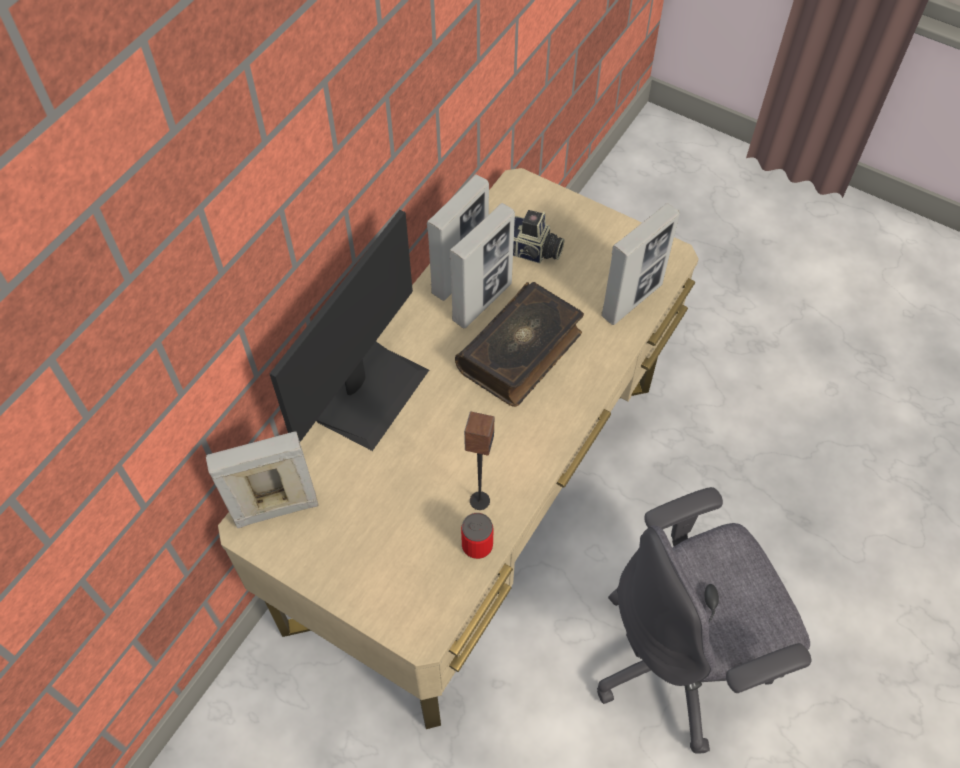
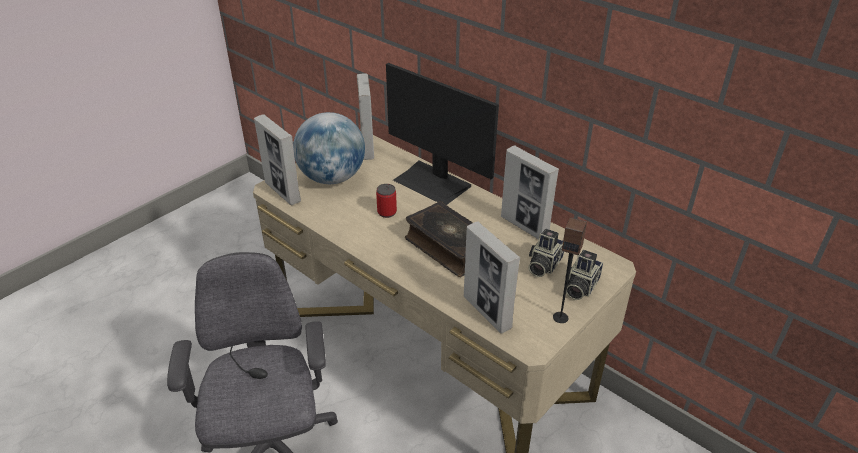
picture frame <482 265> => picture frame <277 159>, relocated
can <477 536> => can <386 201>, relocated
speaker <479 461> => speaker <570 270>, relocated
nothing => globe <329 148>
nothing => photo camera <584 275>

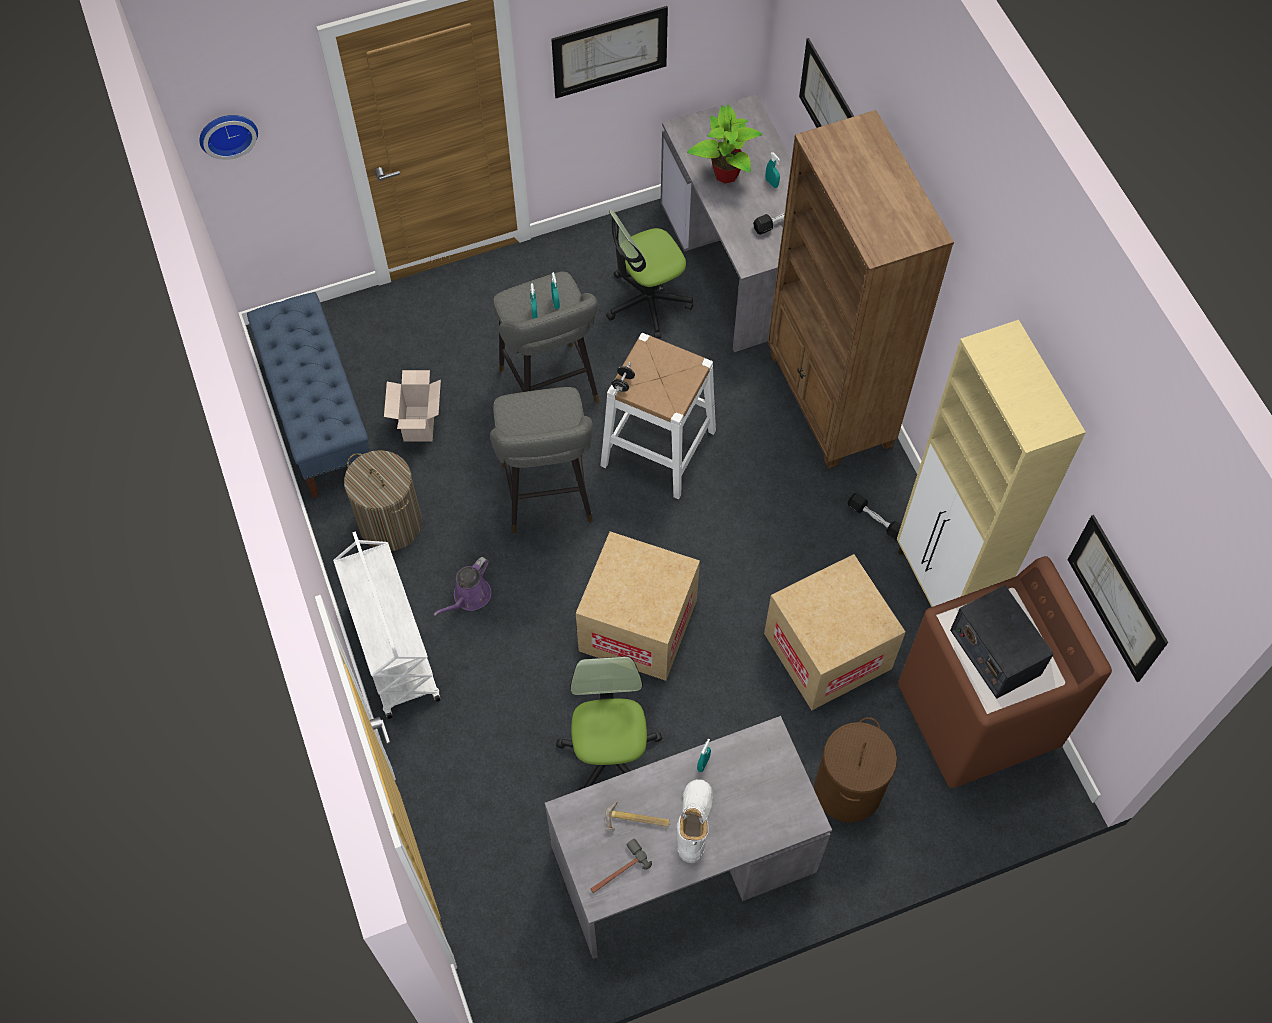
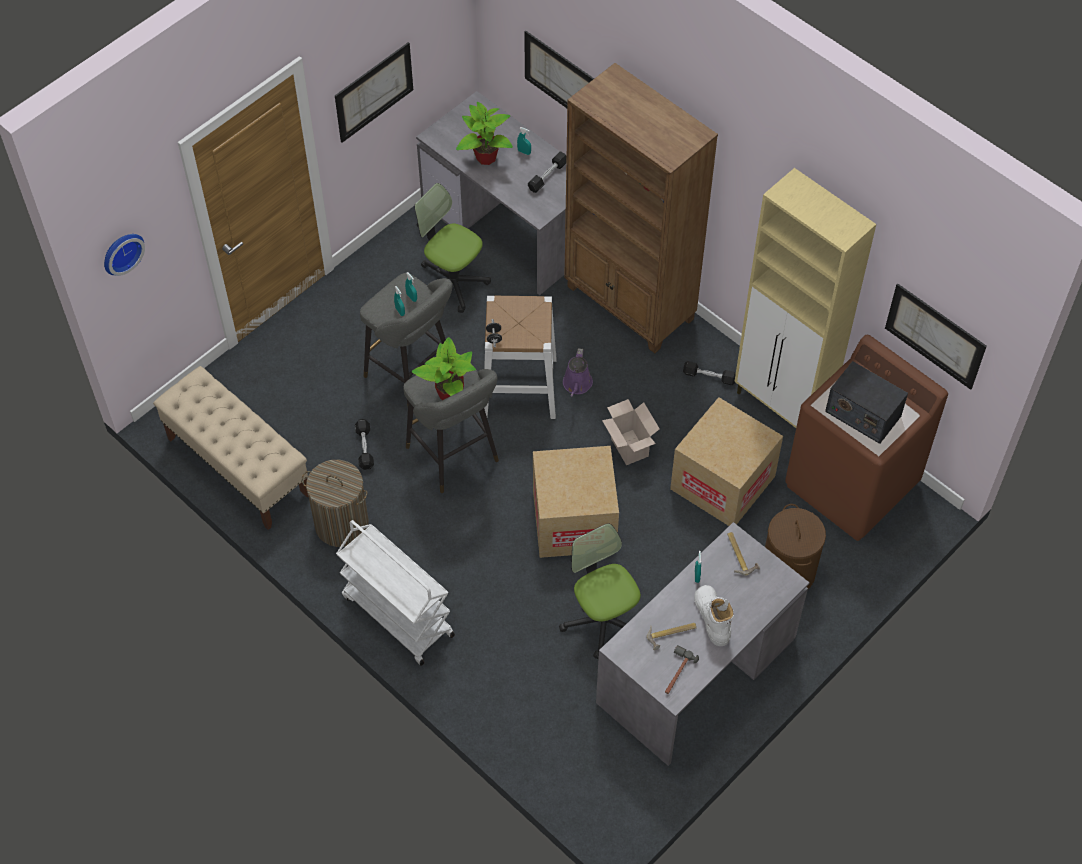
blue bench <308 395> => beige bench <230 448>
cardboard box <412 406> => cardboard box <631 432>, relocated
purple watering can <462 586> => purple watering can <578 372>, relocated
office chair <649 274> => office chair <453 248>, 90 degrees clockwise
nothing => black dumbbell <364 444>
nothing => potted plant <444 368>
nothing => hammer <743 554>

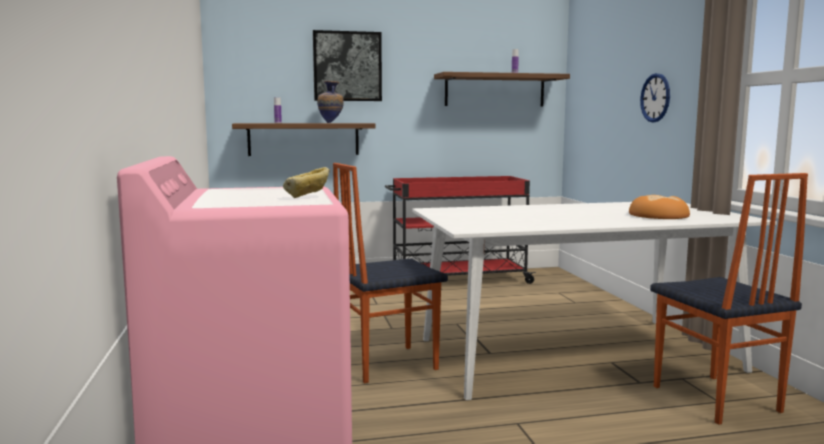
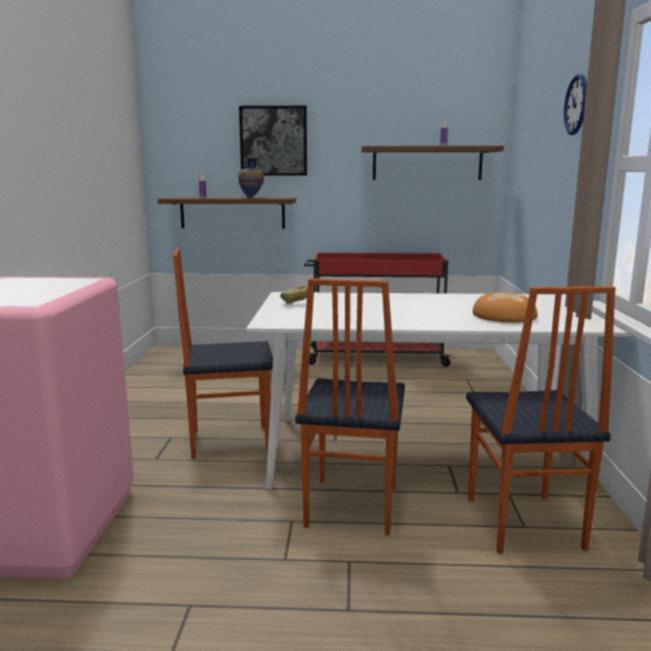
bread <306 182> => bread <294 294>, relocated
wall clock <655 97> => wall clock <575 104>, relocated
nothing => chair <350 407>

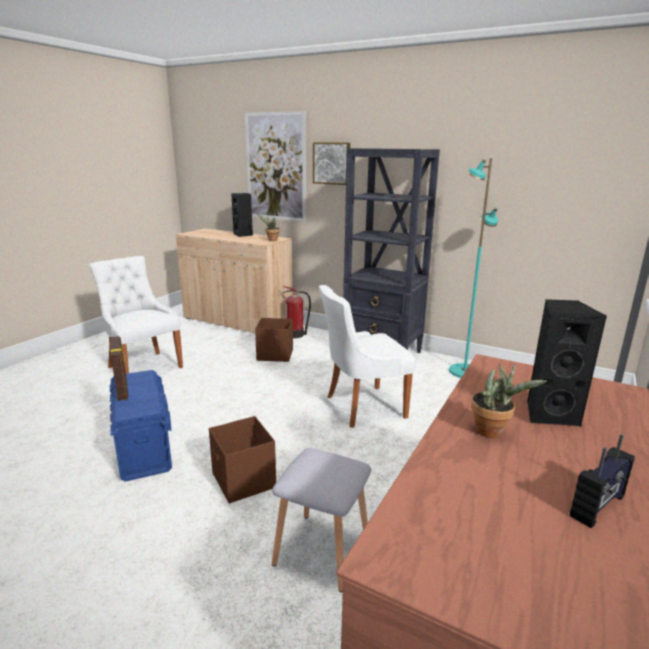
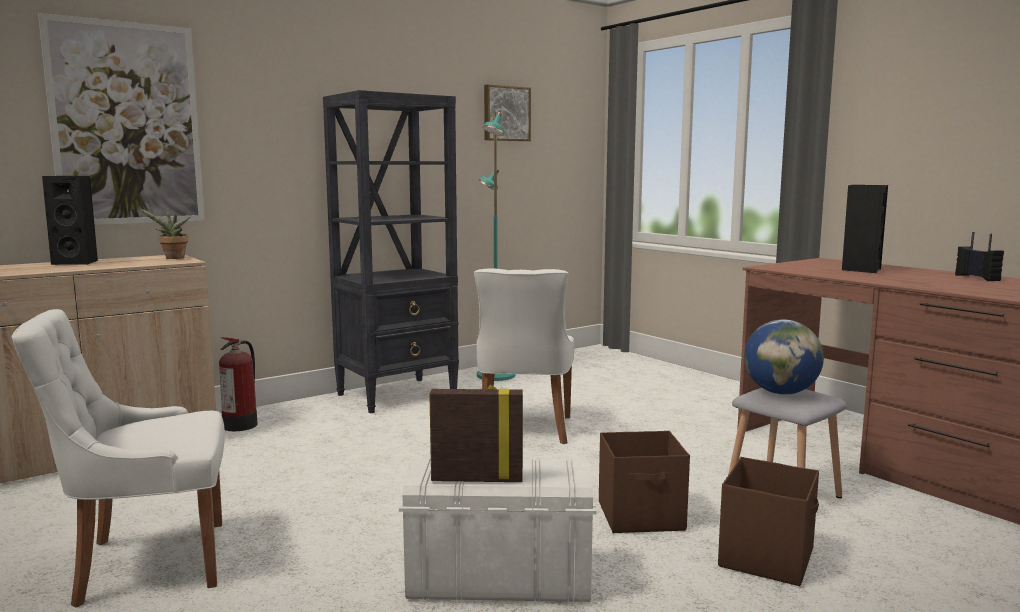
blue storage box <141 426> => white storage box <498 530>
brown storage box <274 340> => brown storage box <768 521>, relocated
picture <331 163> => picture <507 112>, relocated
potted plant <509 401> => nothing
nothing => globe <784 356>

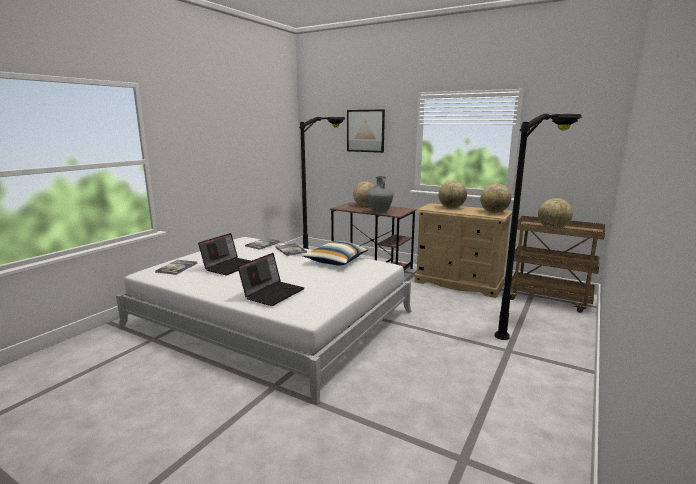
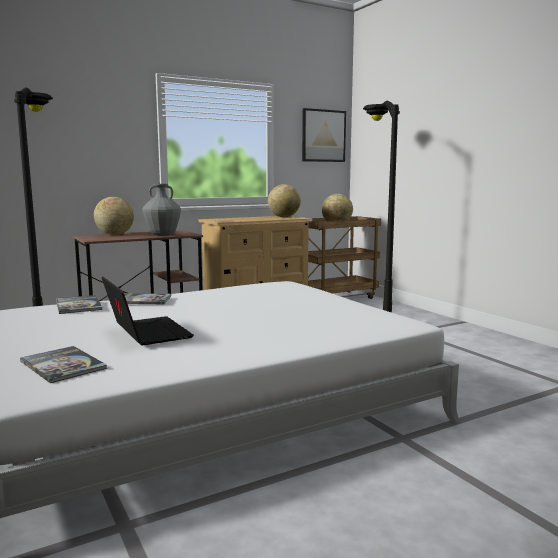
laptop <271 279> => nothing
pillow <335 253> => nothing
picture <366 131> => picture <324 135>, relocated
globe <452 194> => nothing

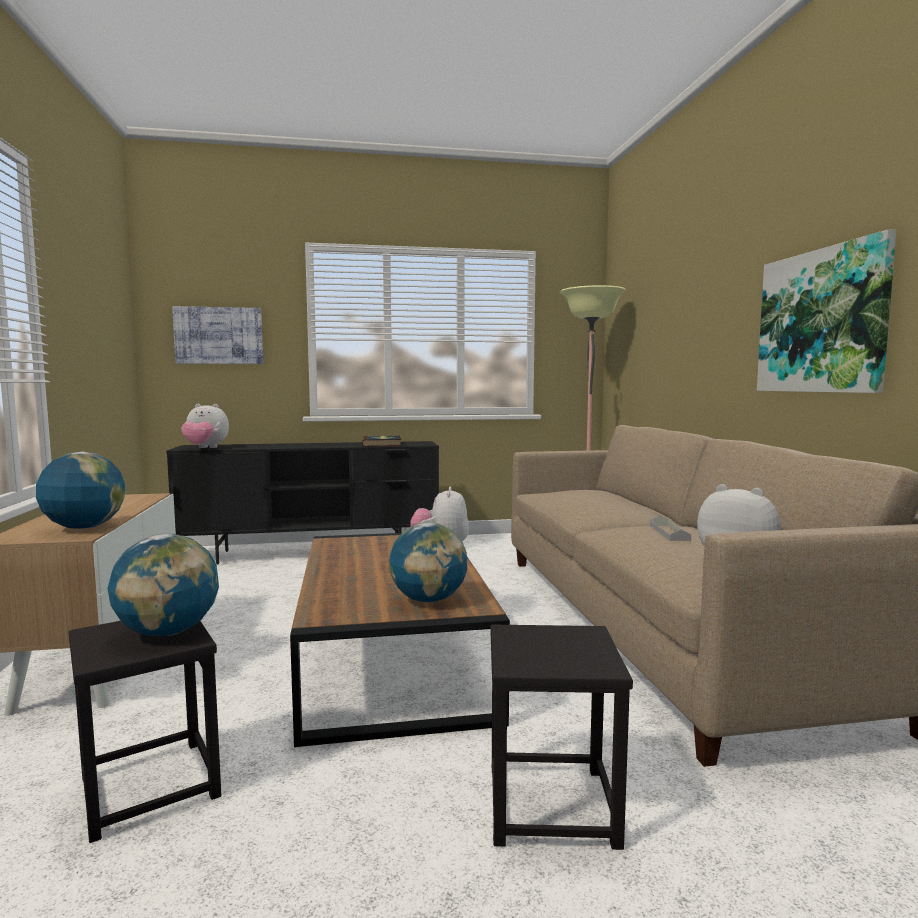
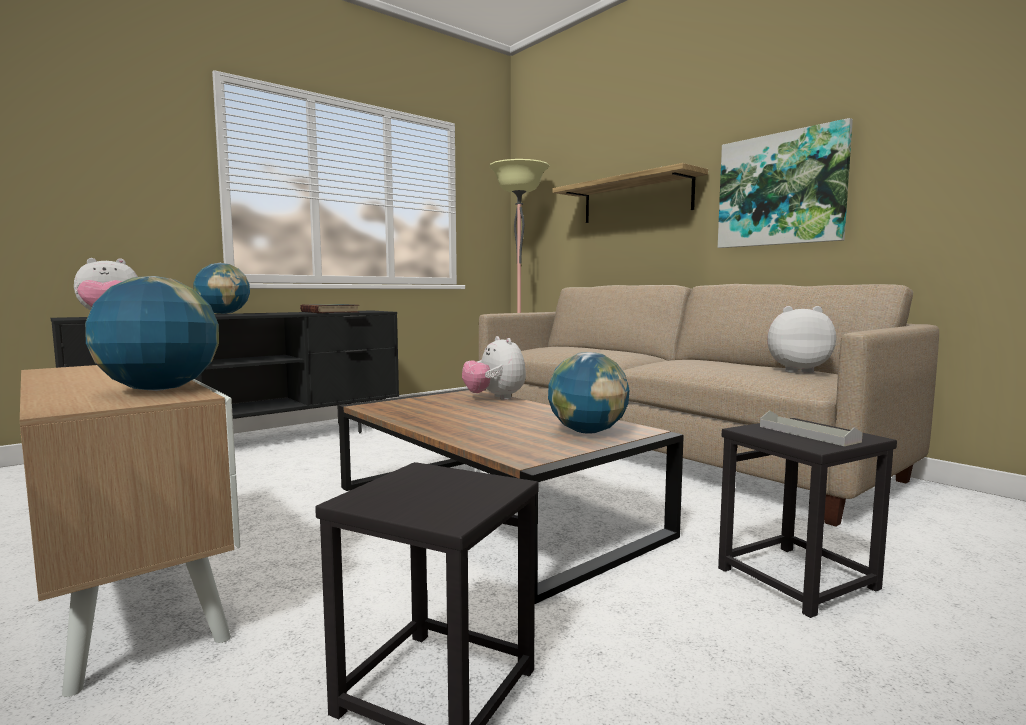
globe <163 584> => globe <221 288>, relocated
picture <217 335> => nothing
grey tray <670 528> => grey tray <811 428>, relocated
nothing => shelf <630 193>

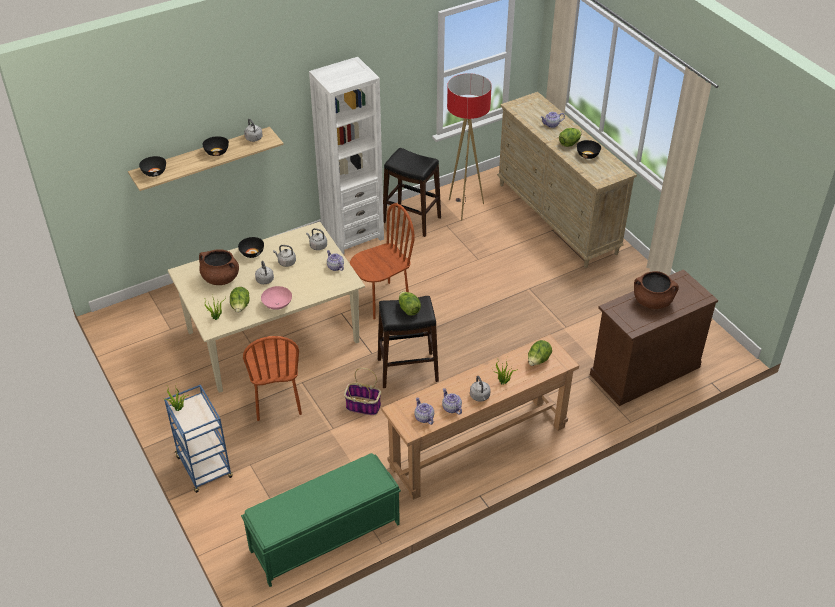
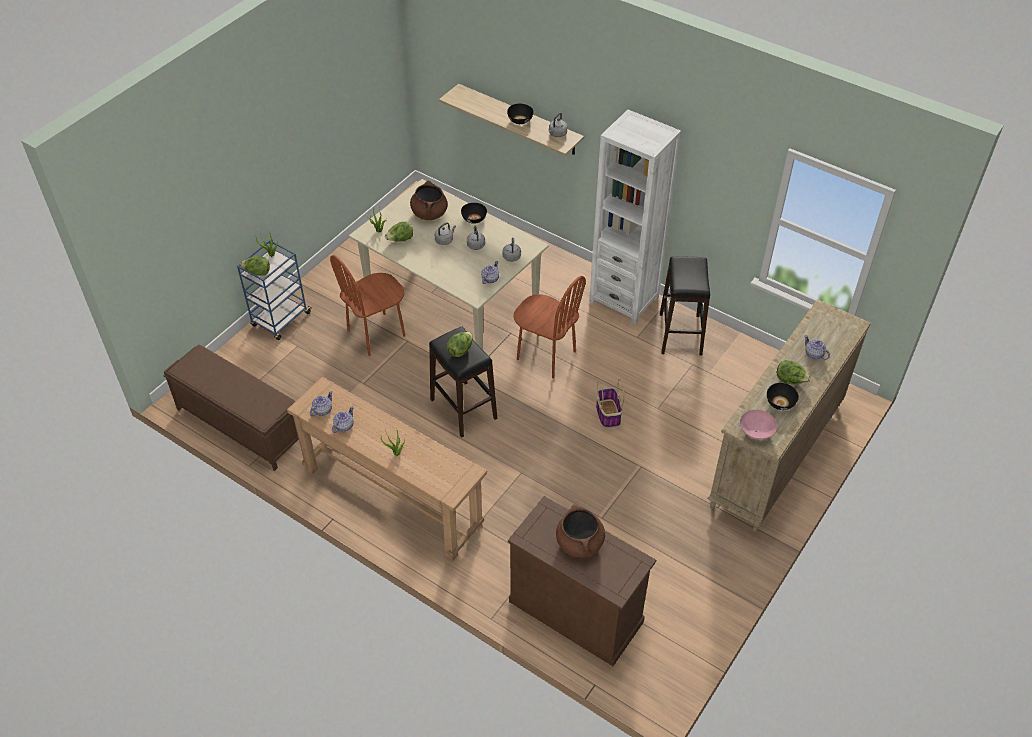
black bowl <152 166> => nothing
green bench <321 520> => brown bench <231 408>
pink bowl <276 298> => pink bowl <758 425>, relocated
basket <362 392> => basket <610 403>, relocated
floor lamp <469 147> => nothing
grey kettle <480 389> => nothing
lettuce <540 353> => lettuce <255 266>, relocated

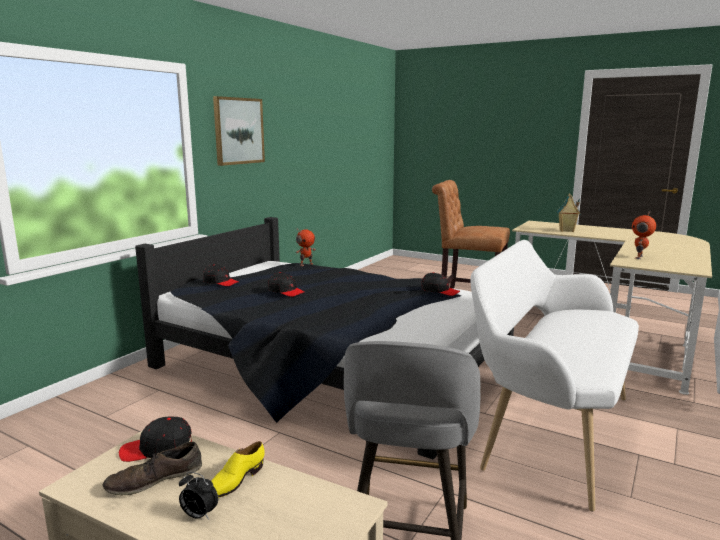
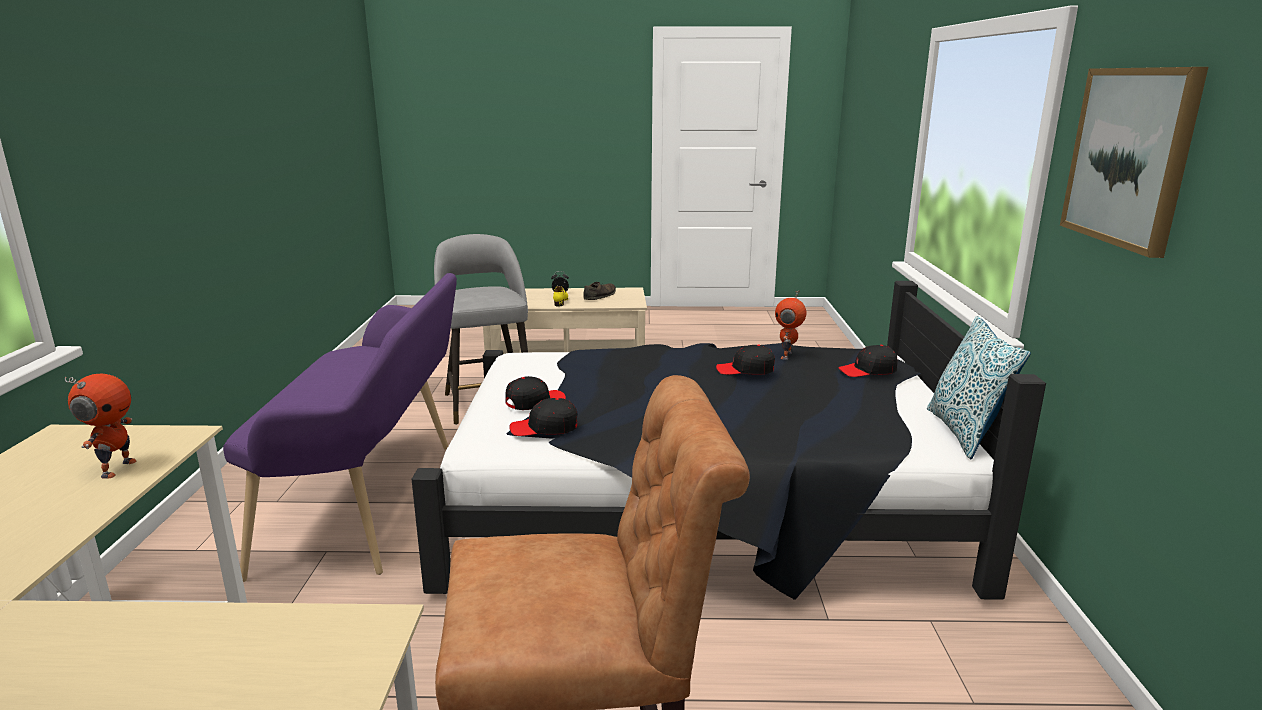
black cap <155 439> => black cap <536 393>, relocated
toy robot <306 247> => toy robot <790 325>, relocated
white bench <554 376> => purple bench <340 427>
toy house <568 212> => nothing
nothing => pillow <979 387>

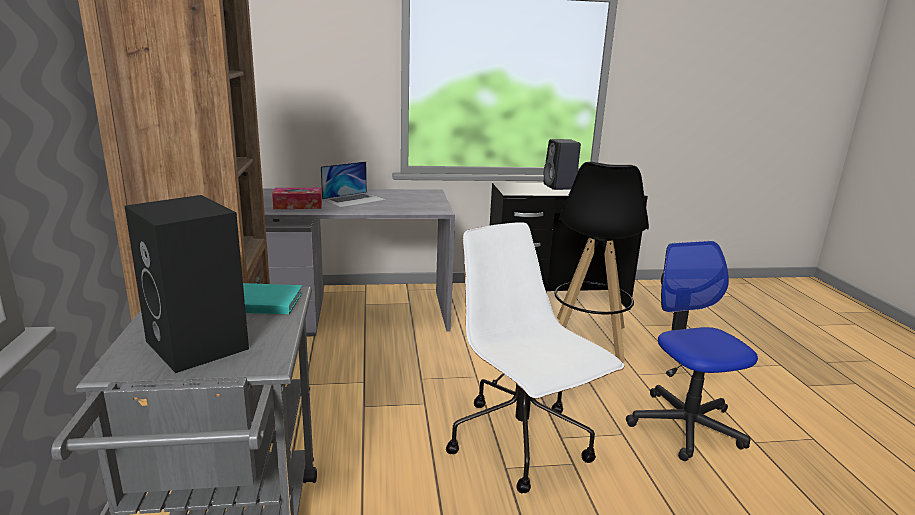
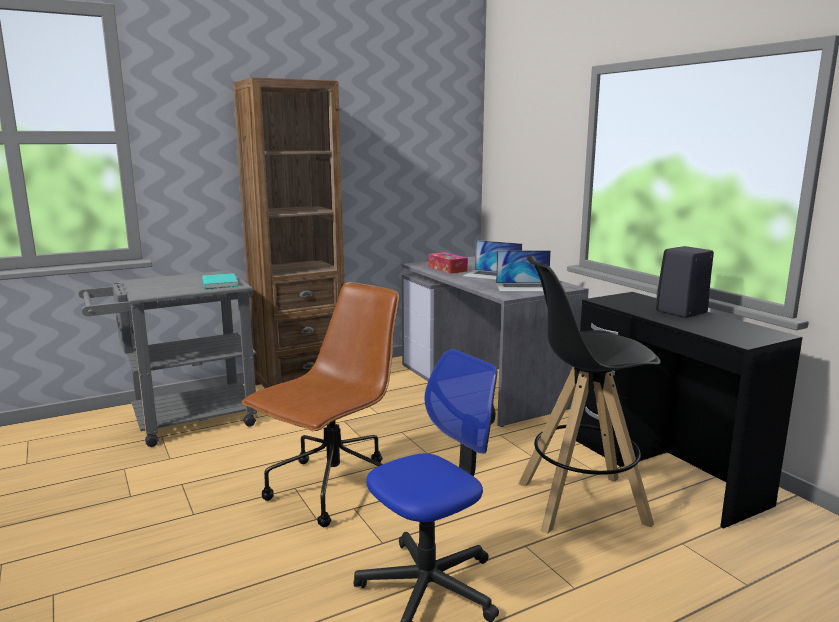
black speaker <187 284> => nothing
white office chair <535 357> => brown office chair <320 404>
nothing => laptop <523 271>

